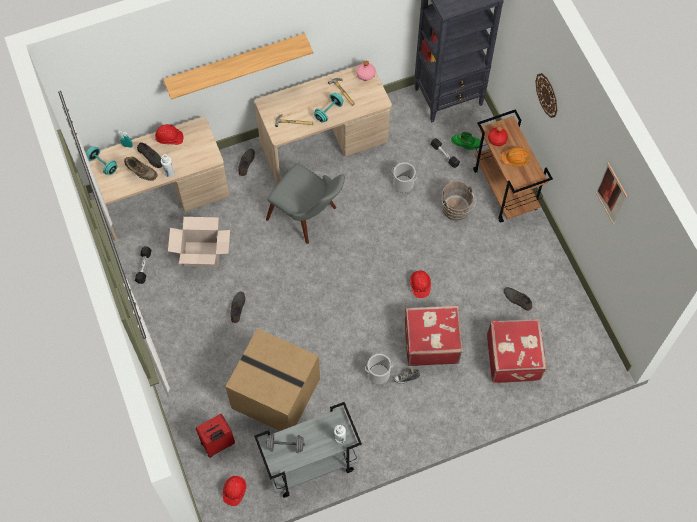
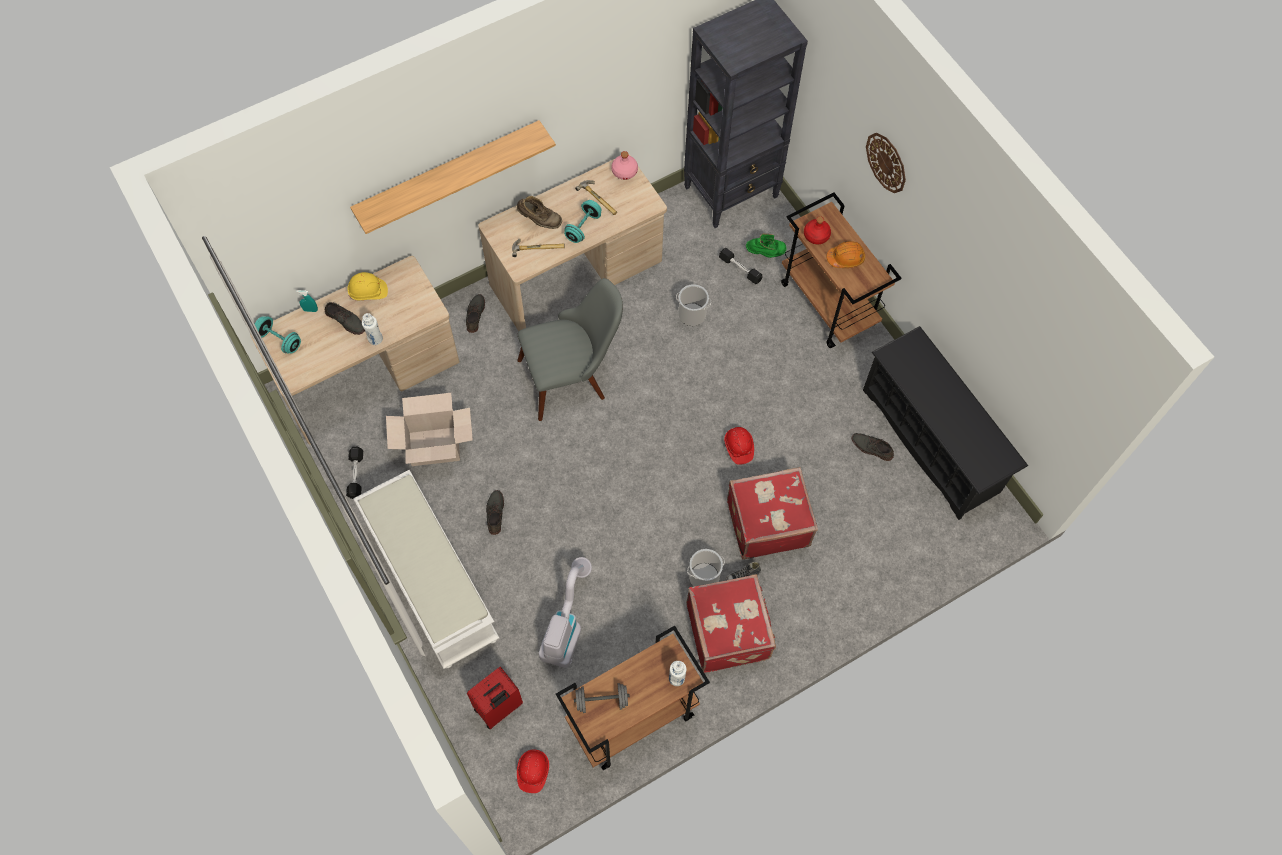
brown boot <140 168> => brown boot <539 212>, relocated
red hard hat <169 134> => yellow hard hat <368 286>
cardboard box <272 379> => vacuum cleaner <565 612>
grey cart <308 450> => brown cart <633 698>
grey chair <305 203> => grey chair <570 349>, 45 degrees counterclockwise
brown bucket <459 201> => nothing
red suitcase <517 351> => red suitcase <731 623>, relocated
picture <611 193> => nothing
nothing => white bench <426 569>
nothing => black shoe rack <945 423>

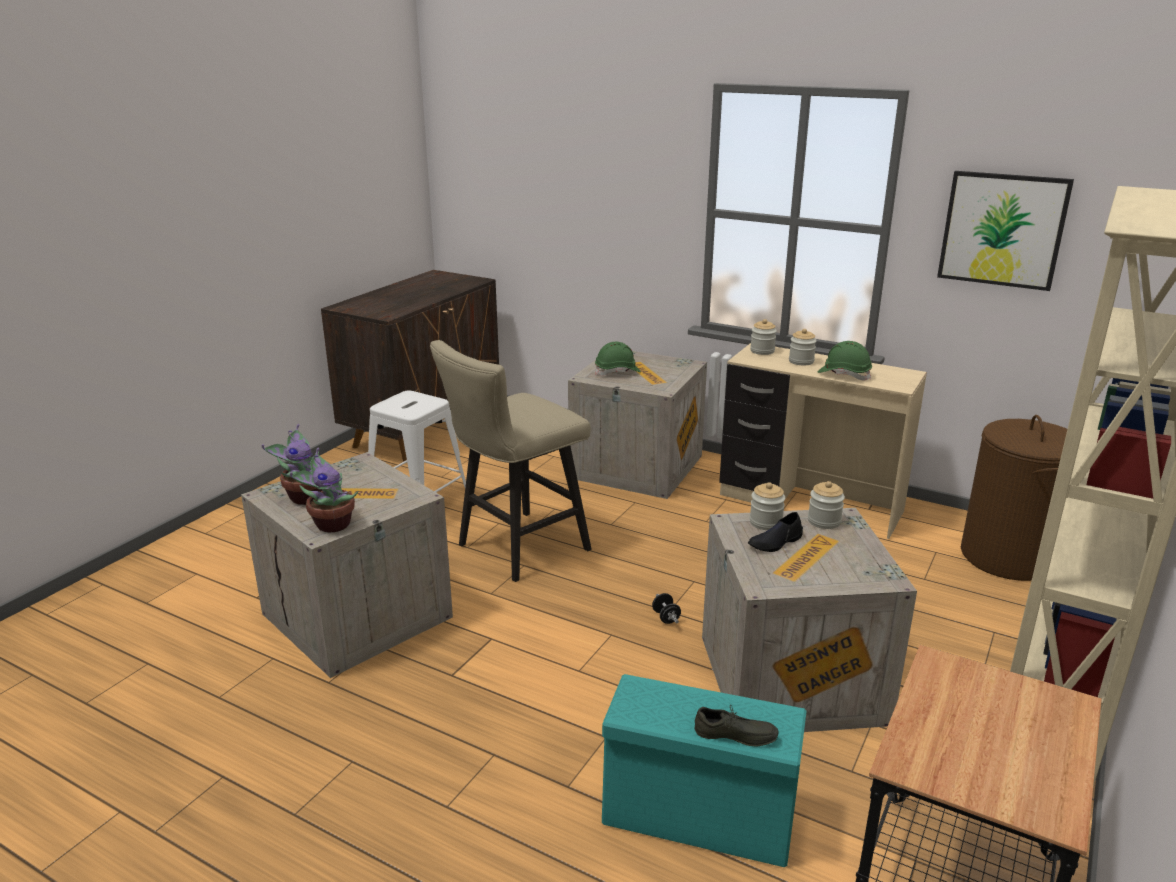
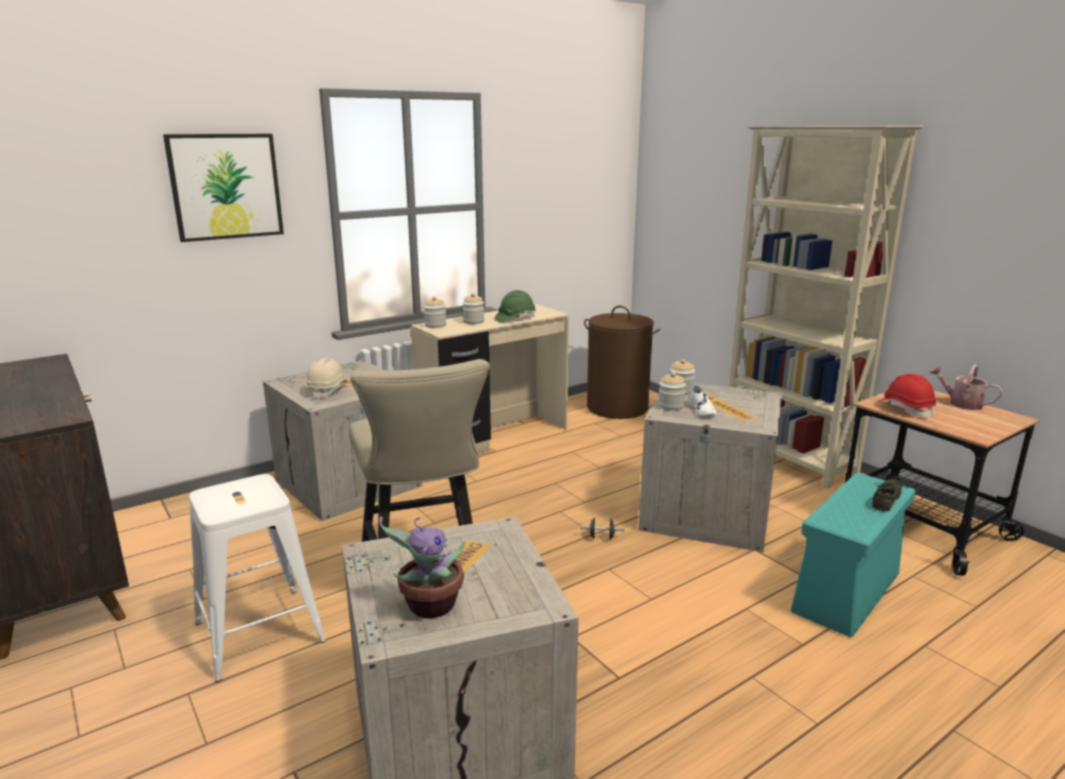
potted plant <324 490> => nothing
green hard hat <618 359> => beige hard hat <326 378>
black shoe <775 532> => white shoe <702 400>
picture <1005 231> => picture <223 188>, relocated
nothing => red hard hat <907 396>
nothing => watering can <966 387>

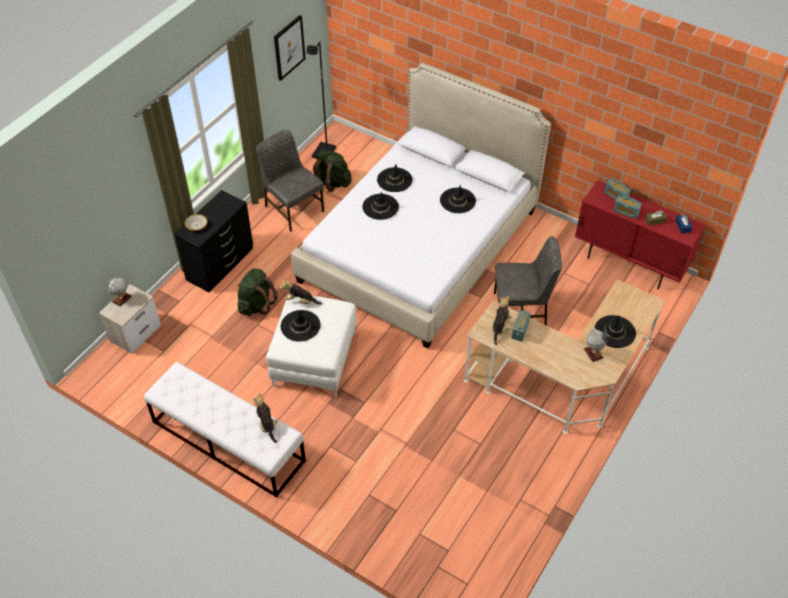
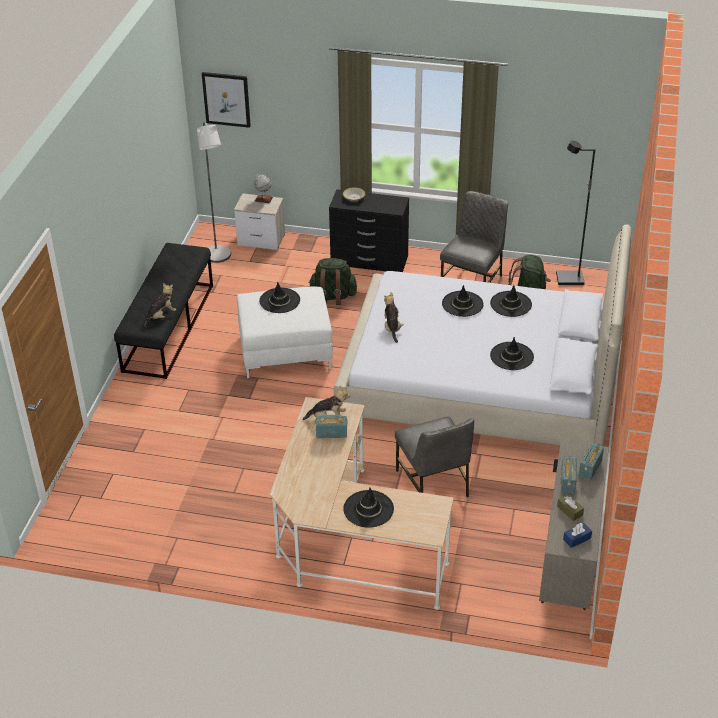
white bench <225 429> => black bench <163 311>
picture <290 48> => picture <226 100>, relocated
plush toy <301 291> => plush toy <394 317>, relocated
red cabinet <640 234> => beige cabinet <574 525>
globe <595 345> => nothing
nothing => grey floor lamp <214 192>

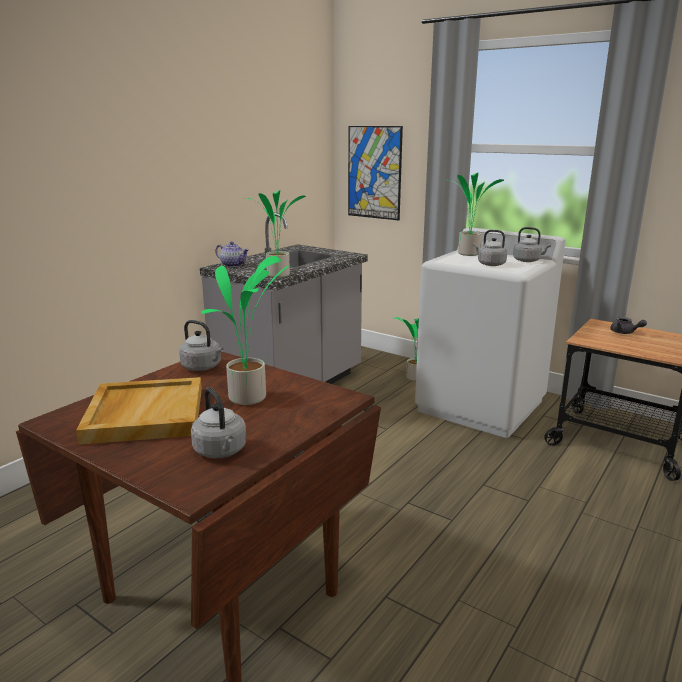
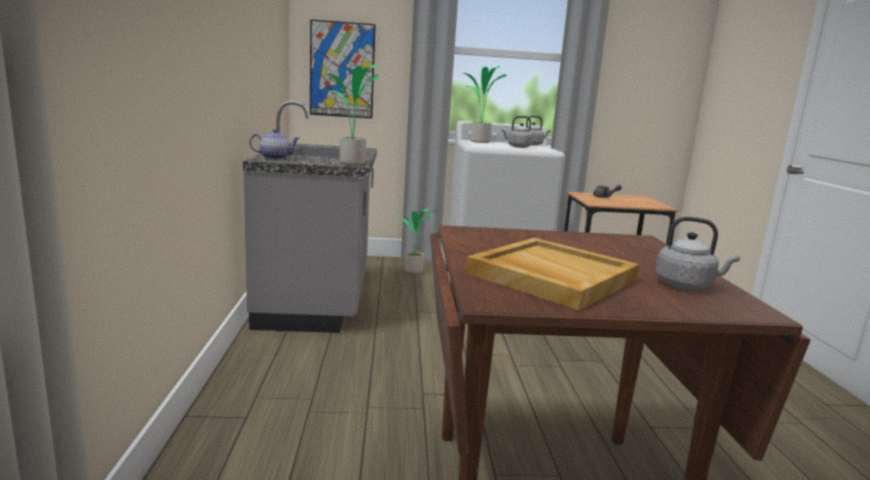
grey kettle <201 345> => nothing
potted plant <245 330> => nothing

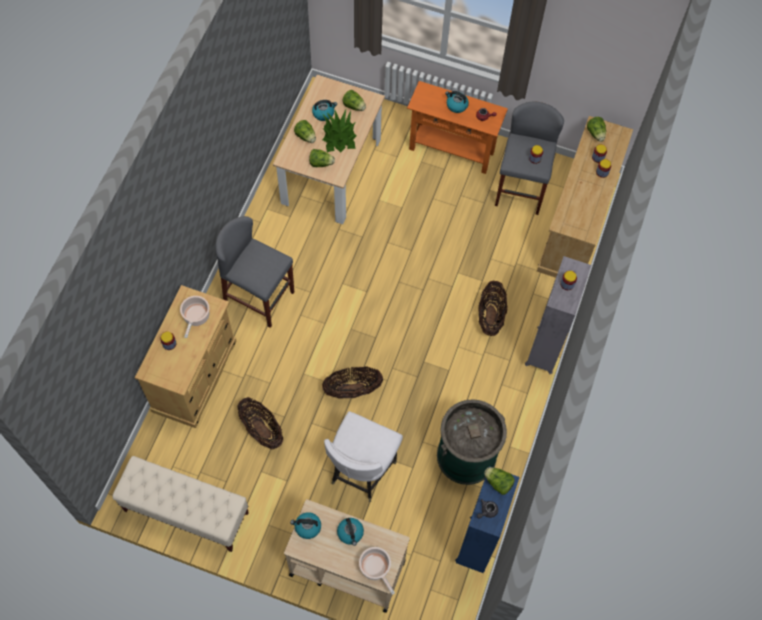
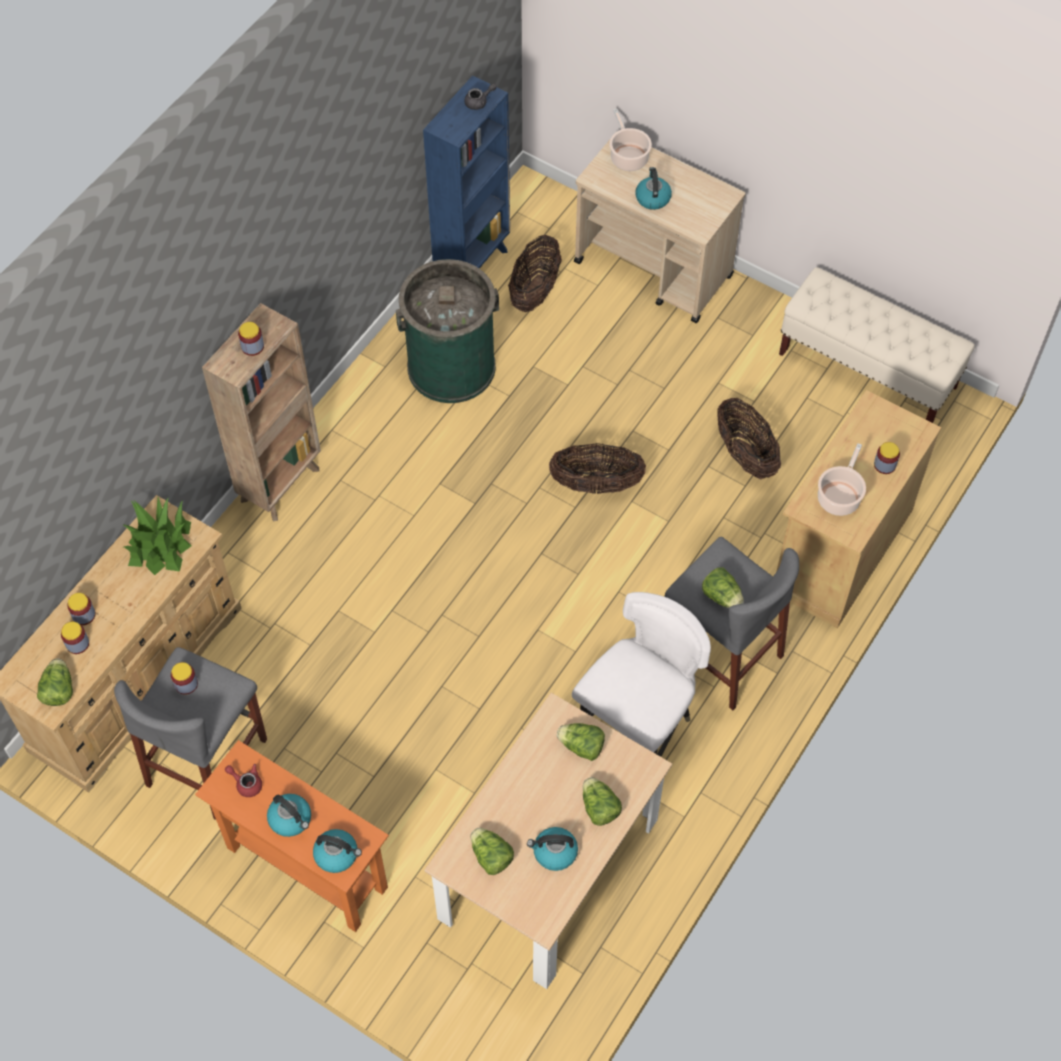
kettle <305 525> => kettle <337 851>, relocated
potted plant <339 131> => potted plant <157 536>, relocated
white chair <363 456> => white chair <641 674>, relocated
basket <492 308> => basket <535 273>, relocated
lettuce <499 481> => lettuce <723 588>, relocated
grey bookcase <558 315> => brown bookcase <261 412>

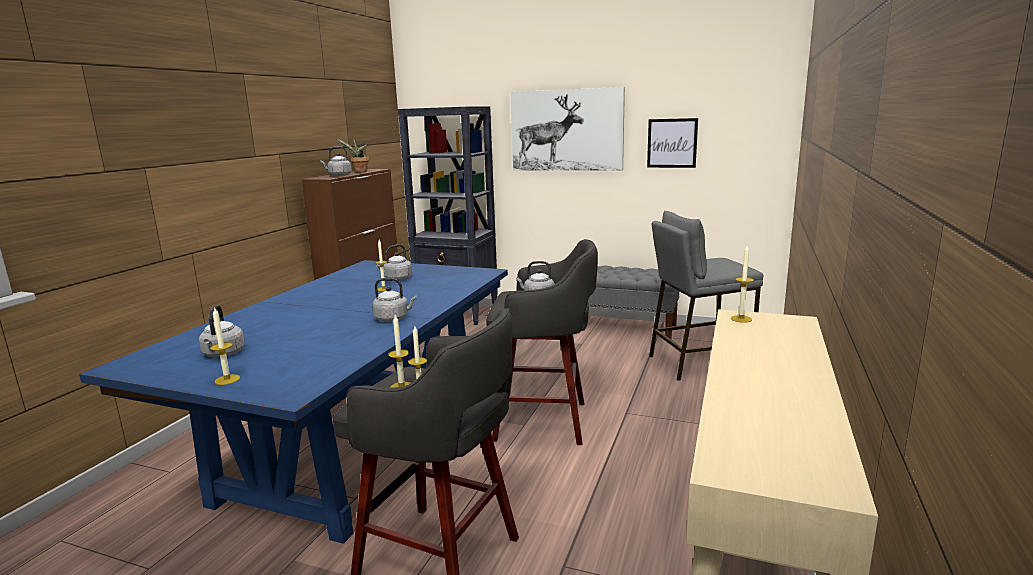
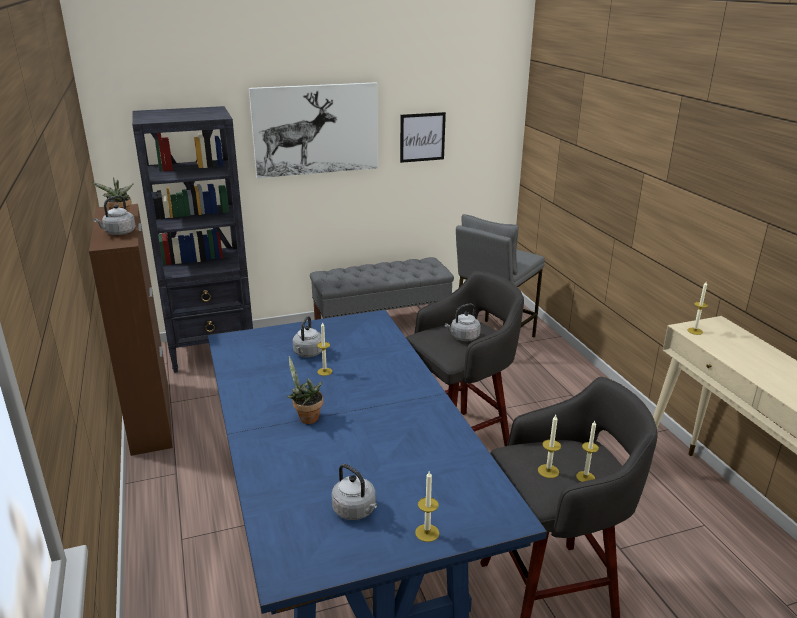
grey kettle <394 300> => nothing
nothing => potted plant <305 390>

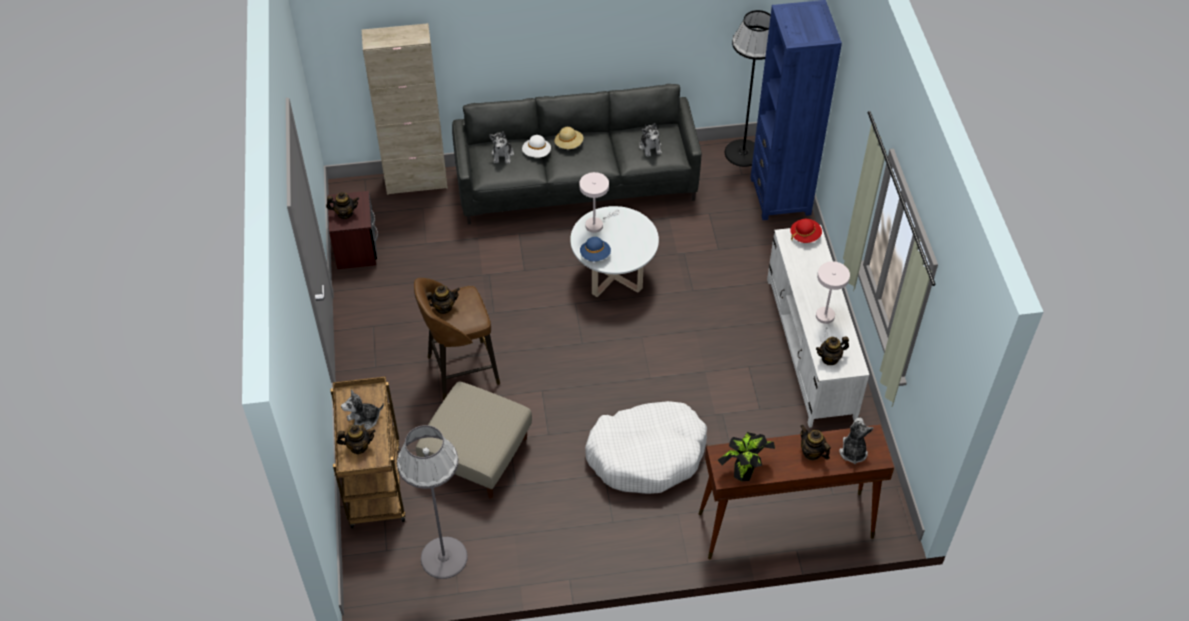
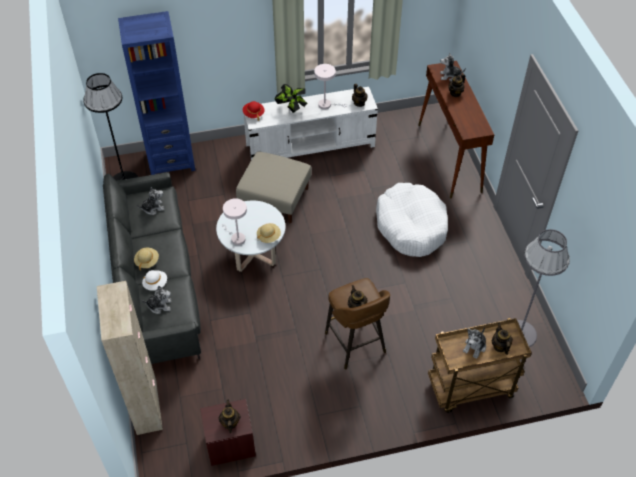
plush toy <362 409> => plush toy <474 343>, 60 degrees clockwise
beige ottoman <474 440> => beige ottoman <274 187>, relocated
blue hat <595 249> => beige hat <269 233>
potted plant <746 456> => potted plant <290 98>, relocated

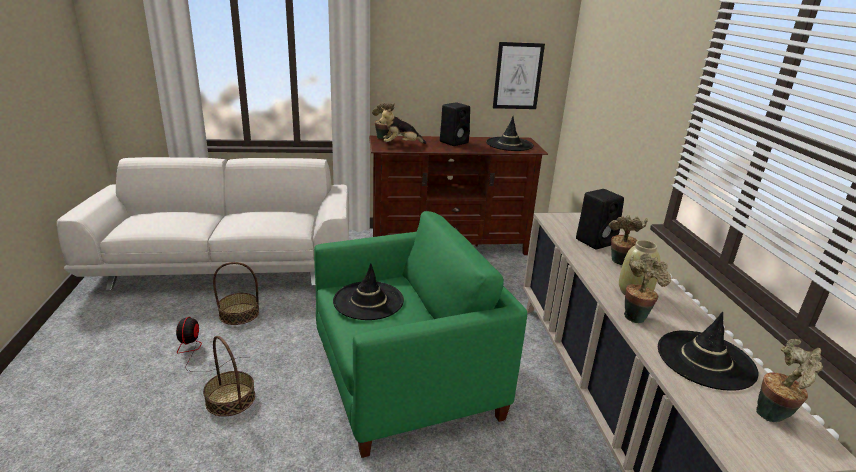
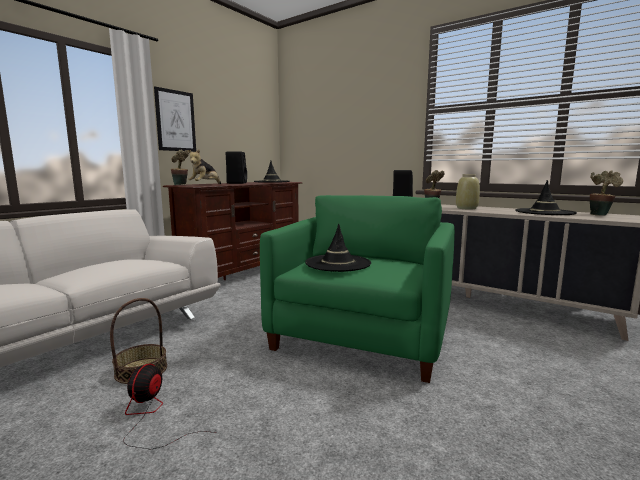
fan <208 344> => fan <170 407>, 60 degrees clockwise
basket <229 376> => nothing
picture <519 75> => picture <175 119>, relocated
potted plant <647 288> => nothing

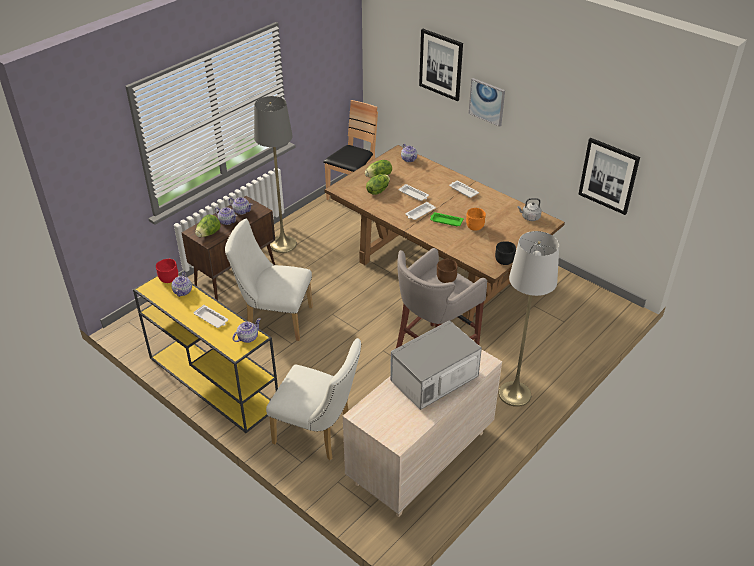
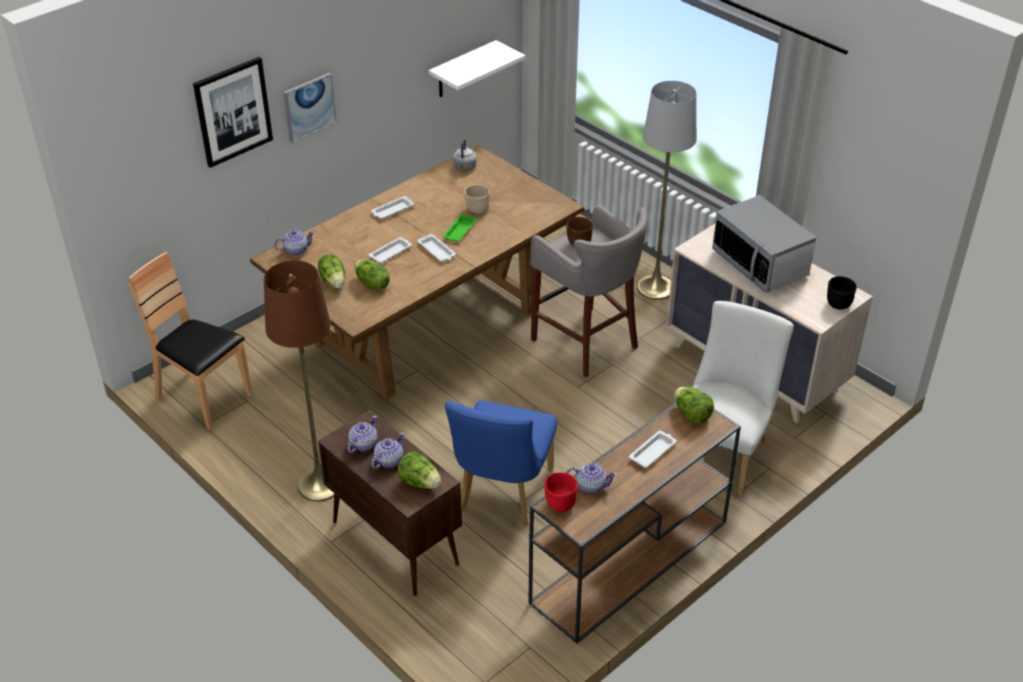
yellow console table <205 353> => brown console table <635 523>
white chair <269 280> => blue chair <501 463>
teapot <247 330> => lettuce <694 405>
grey floor lamp <275 174> => brown floor lamp <299 381>
orange bowl <476 219> => beige bowl <477 199>
black bowl <505 253> => black bowl <842 292>, relocated
picture <609 176> => white shelf <477 68>

